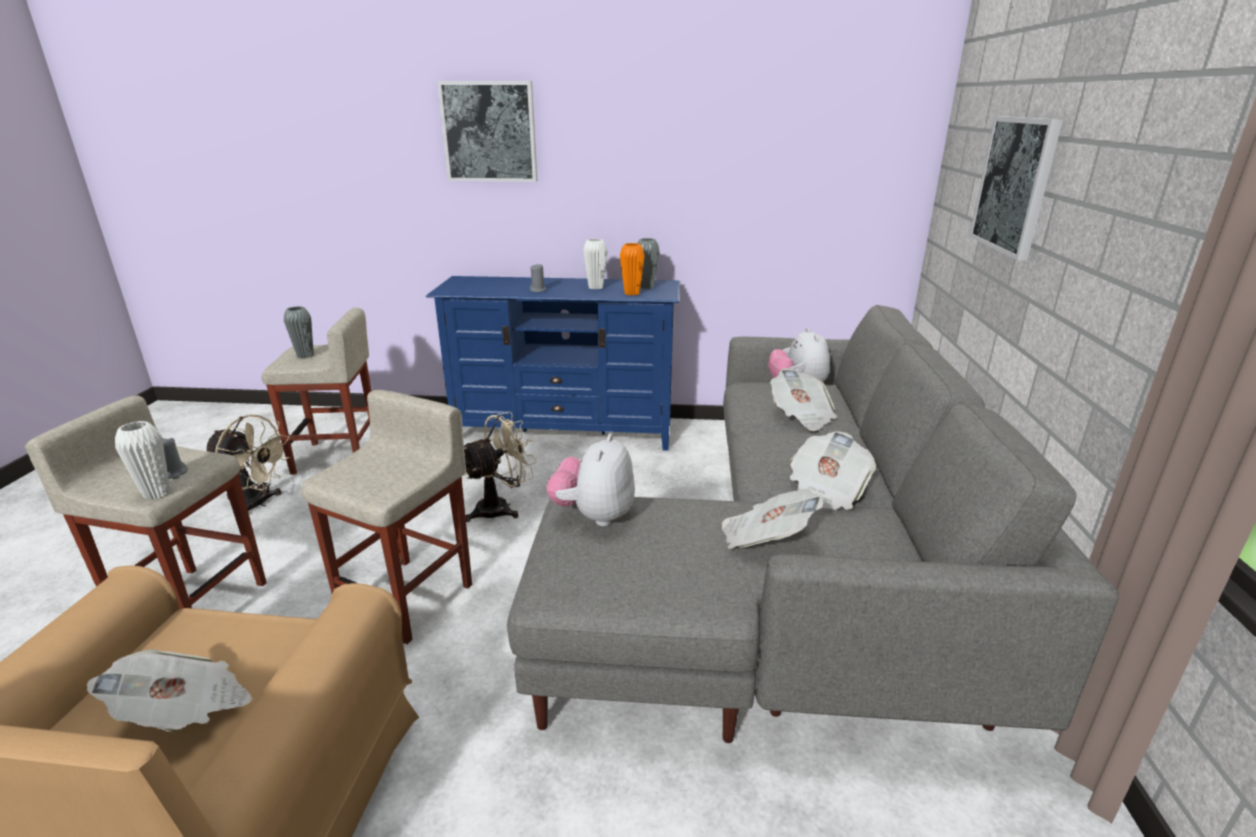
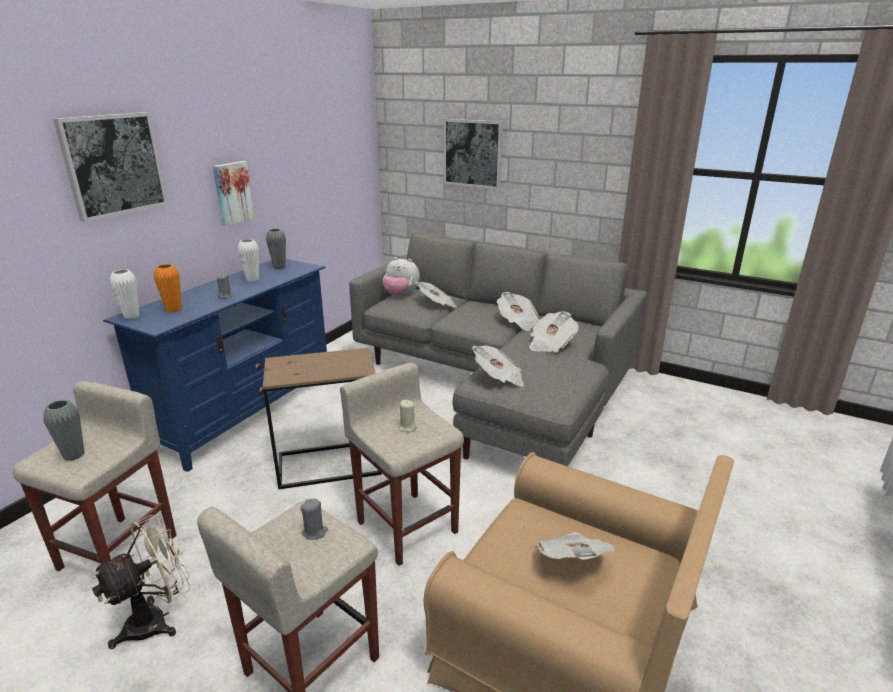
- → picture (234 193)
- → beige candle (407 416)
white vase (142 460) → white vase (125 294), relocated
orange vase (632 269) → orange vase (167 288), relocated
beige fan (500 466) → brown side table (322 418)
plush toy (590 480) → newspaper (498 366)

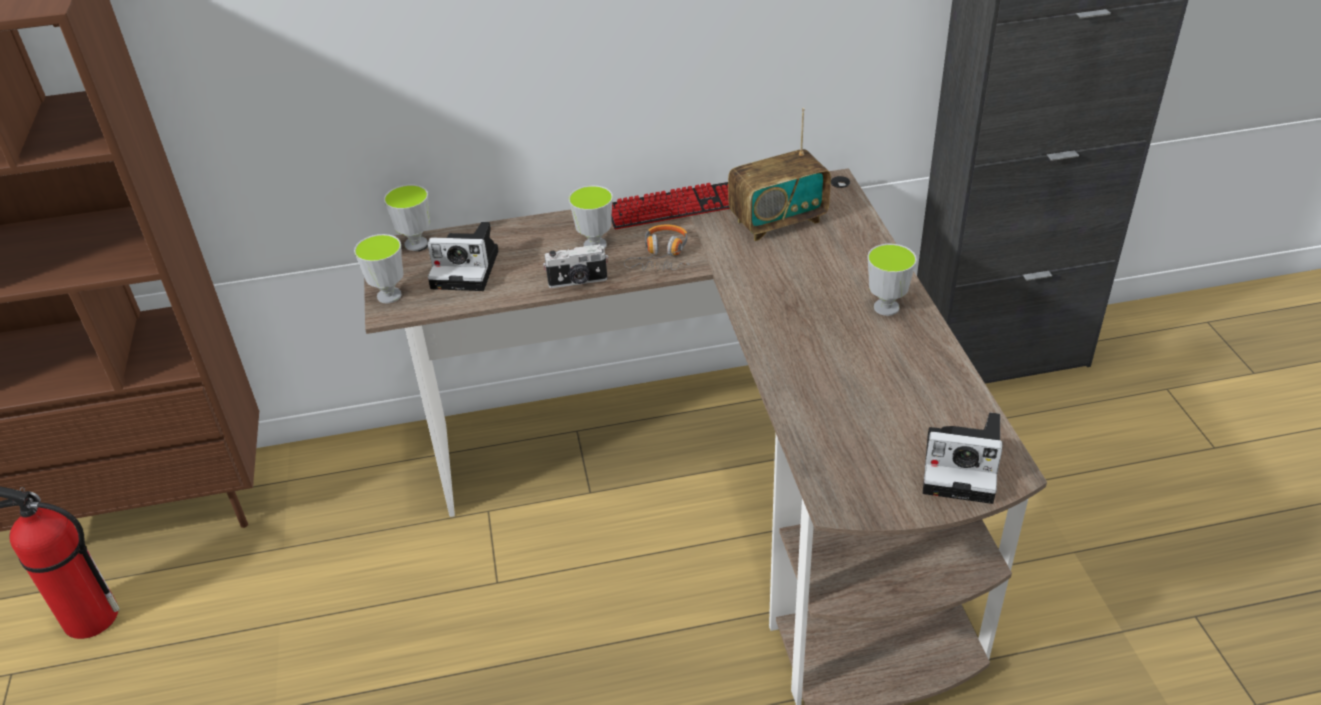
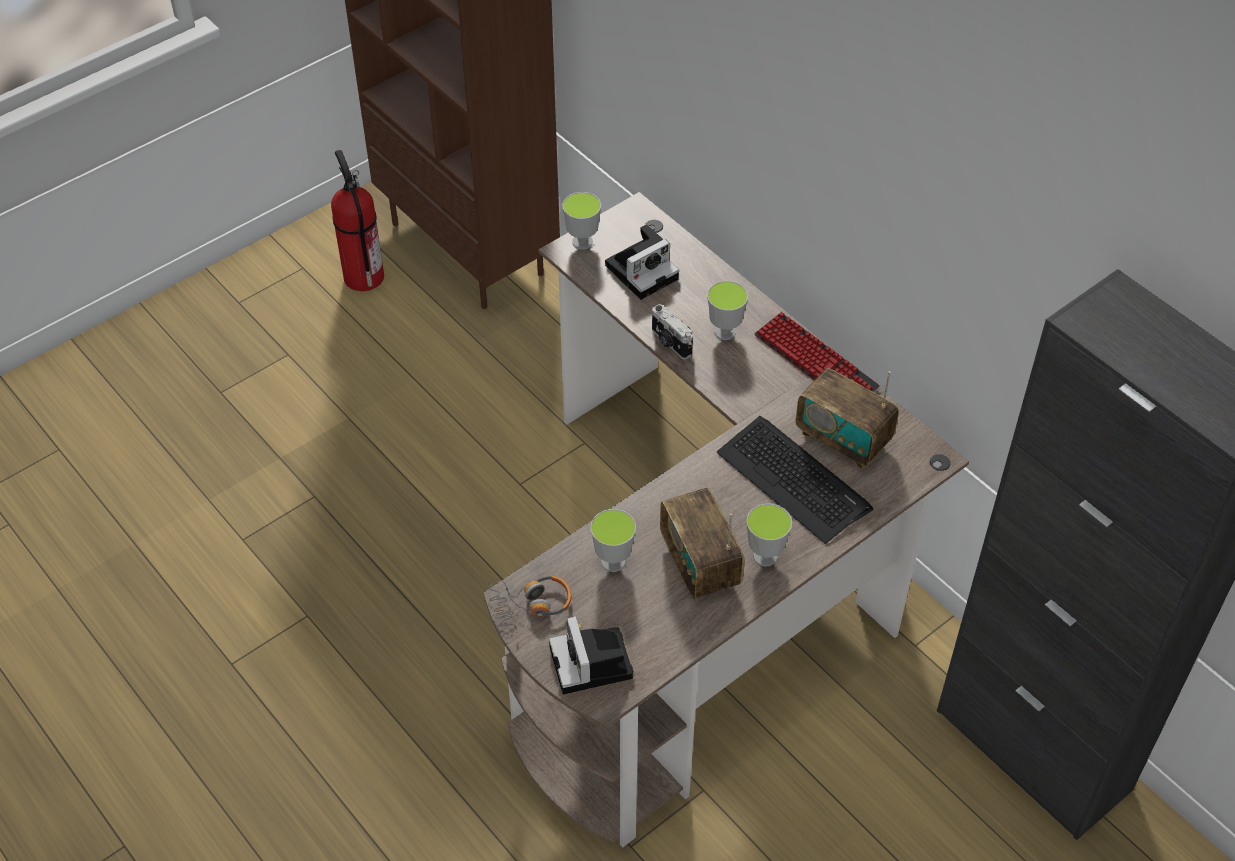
- → radio (702 544)
- → keyboard (795 480)
cup (407 218) → cup (613 540), relocated
headphones (657 248) → headphones (530 604), relocated
photo camera (463 256) → photo camera (642 262), 105 degrees counterclockwise

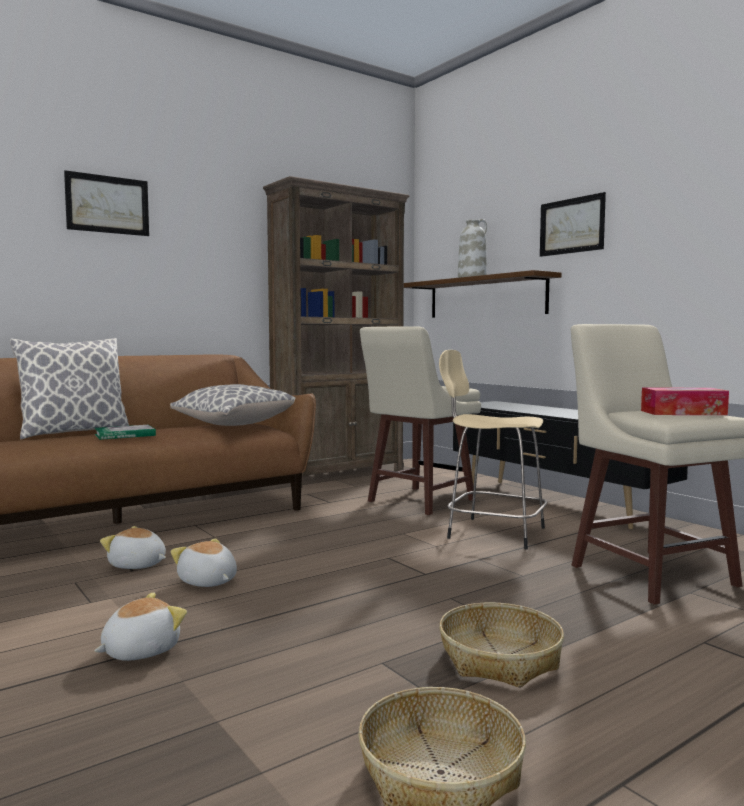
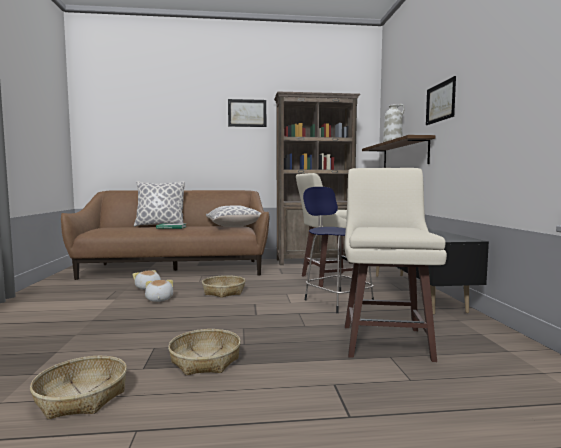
plush toy (140 626) → -
tissue box (685 401) → -
- → basket (223 286)
picture (106 203) → picture (247 113), relocated
beige stool (493 449) → blue stool (338 250)

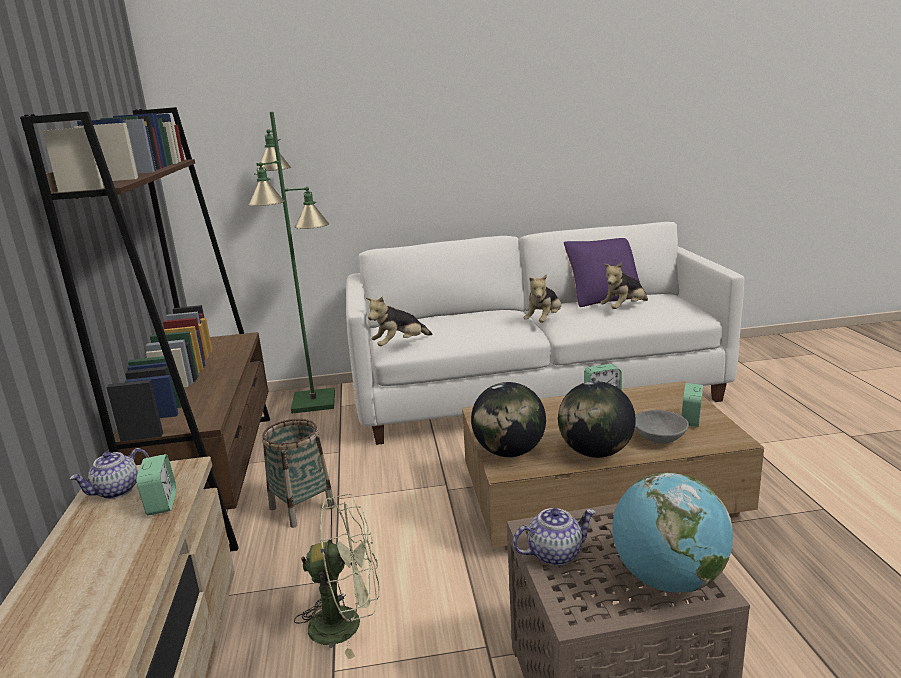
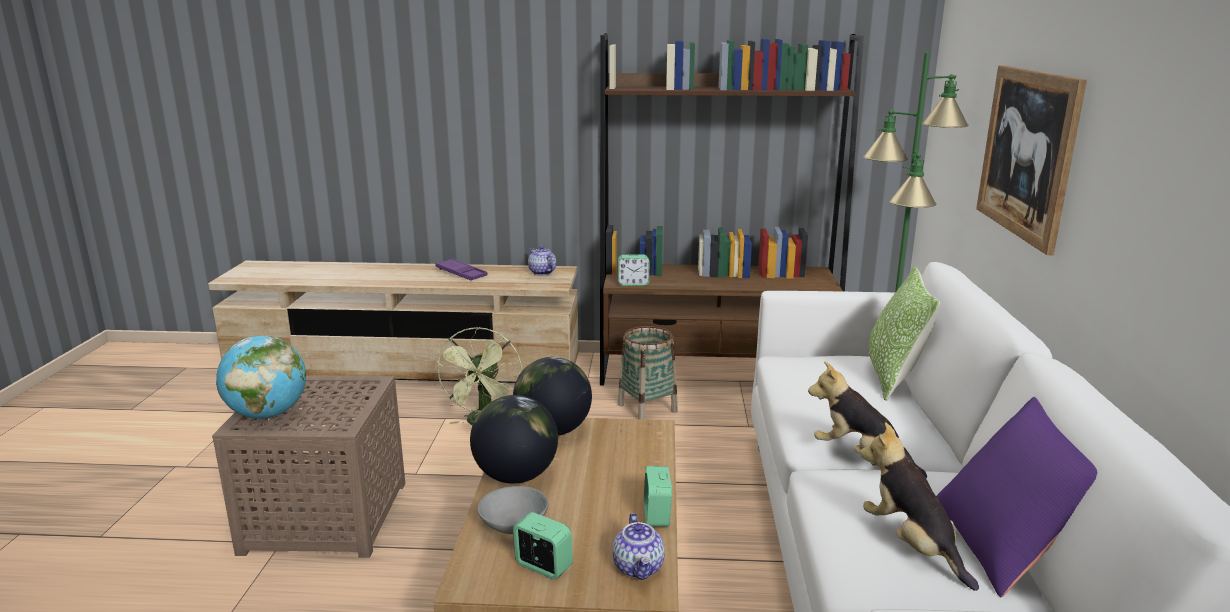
plush toy (399 321) → -
- → purple tray (461 269)
- → pillow (904 333)
- → picture (1031 160)
alarm clock (156 485) → alarm clock (634 270), relocated
teapot (554 537) → teapot (638 546), relocated

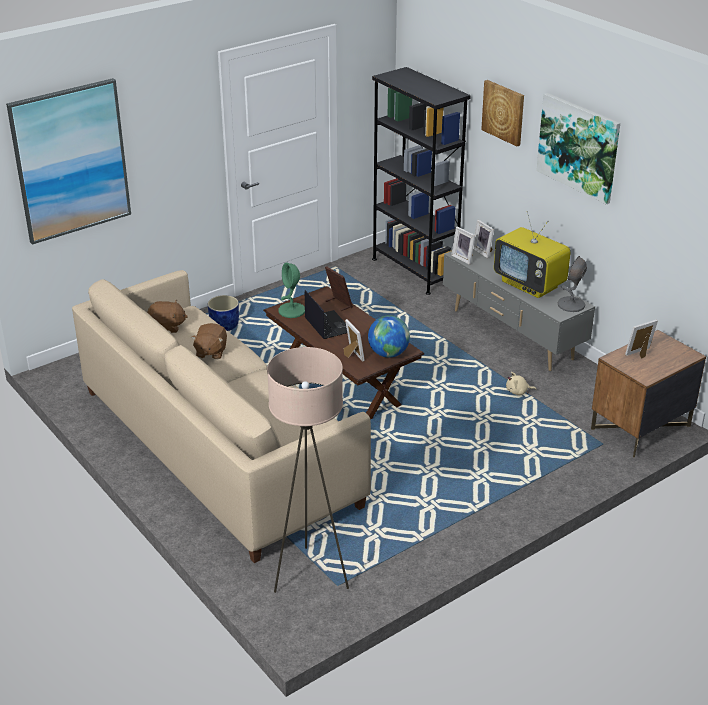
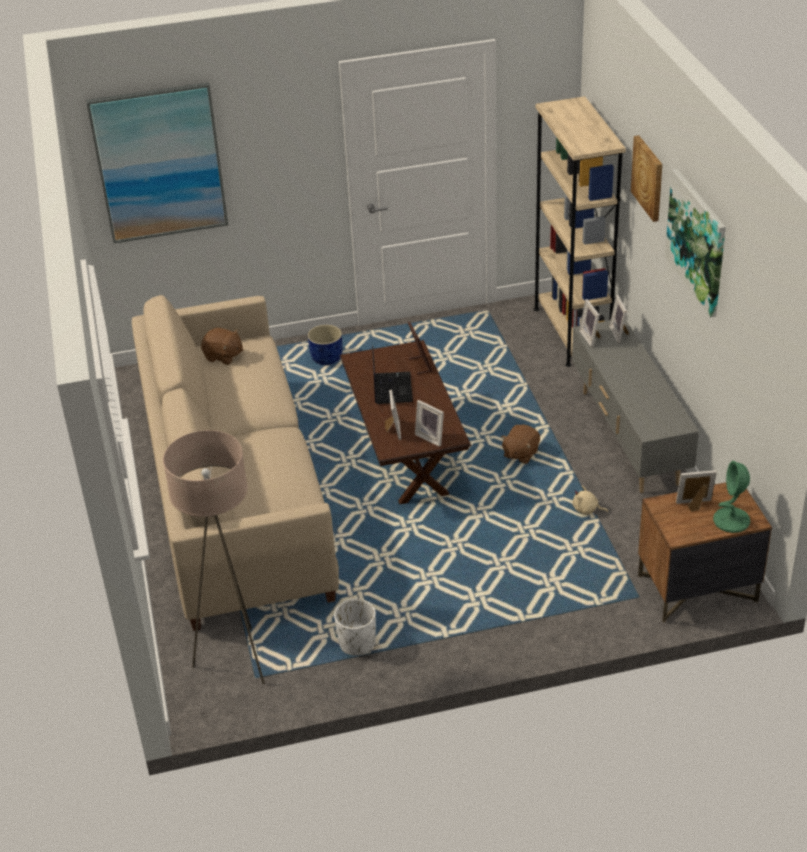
television (532 254) → -
grey table lamp (572 284) → -
- → white planter (355 627)
brown plush toy (209 341) → brown plush toy (520 444), relocated
green table lamp (291 290) → green table lamp (731 497), relocated
globe (389 336) → picture frame (429 423)
black bookcase (421 181) → beige bookcase (580 231)

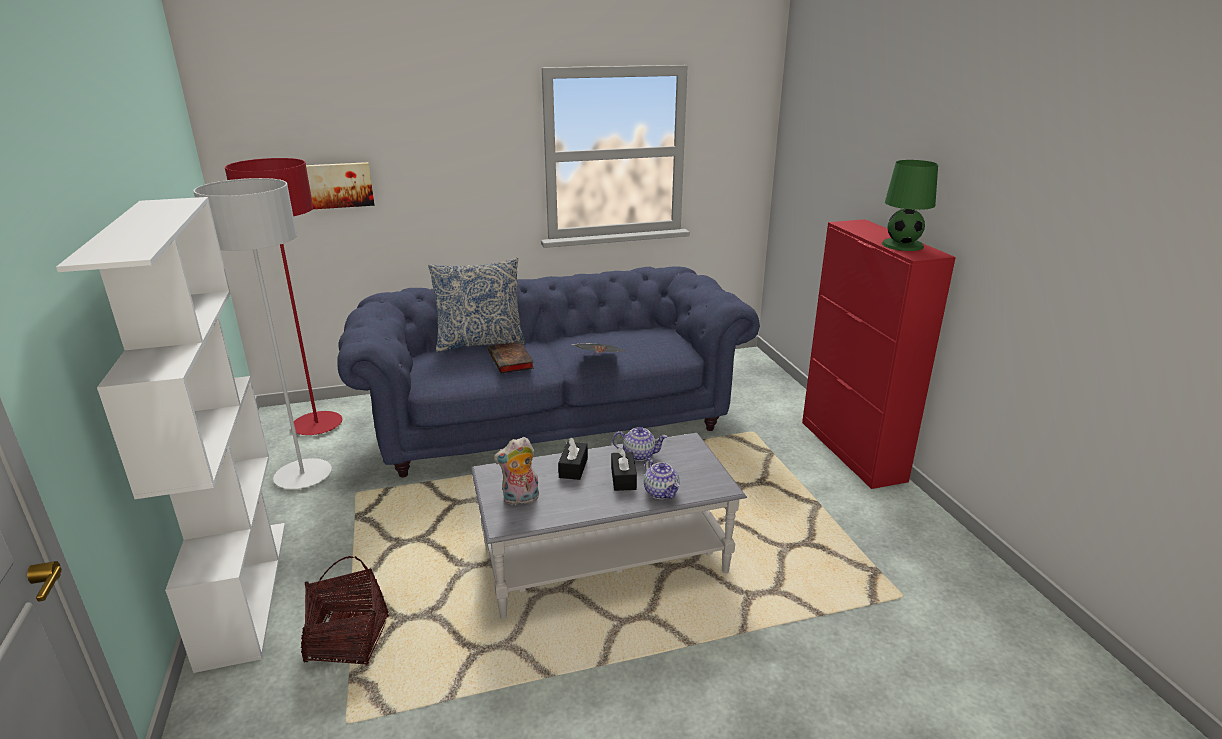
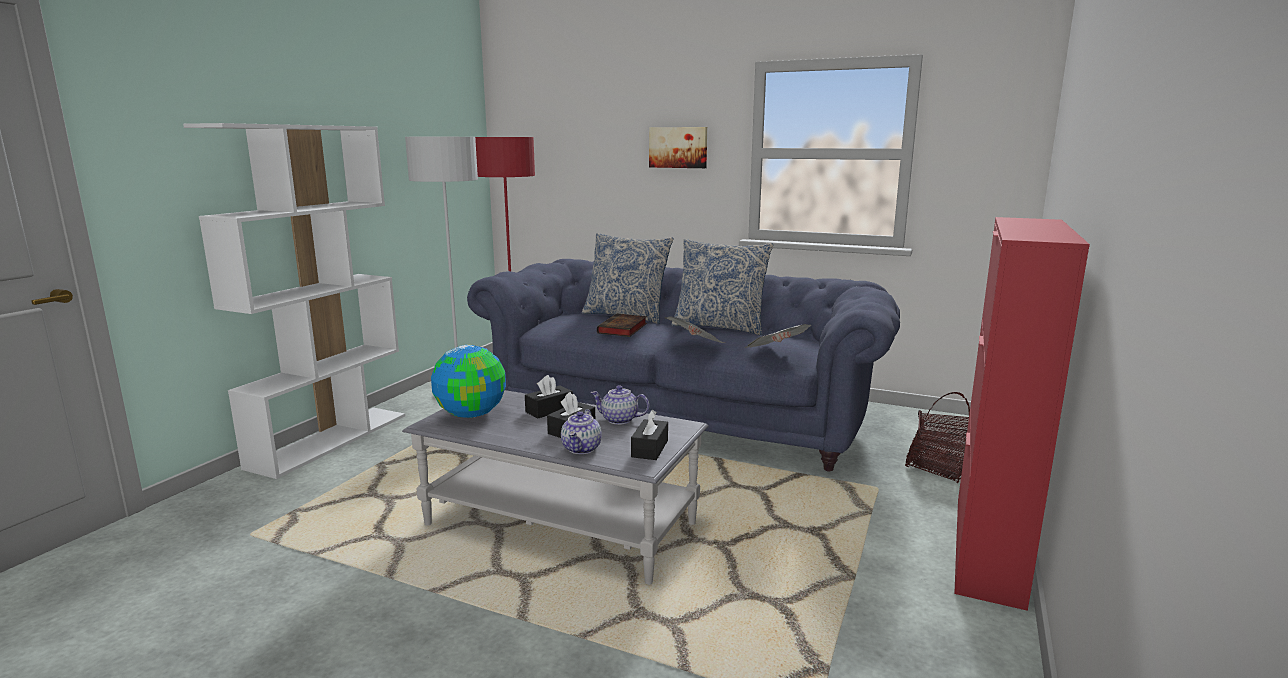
green table lamp (910 205) → -
- → black tissue box (649 435)
- → pillow (722 287)
- → newspaper (778 336)
basket (345 611) → basket (937 437), relocated
picture (340 185) → picture (678 147), relocated
plush toy (516 471) → globe (468 381)
teapot (639 444) → teapot (619 405), 150 degrees clockwise

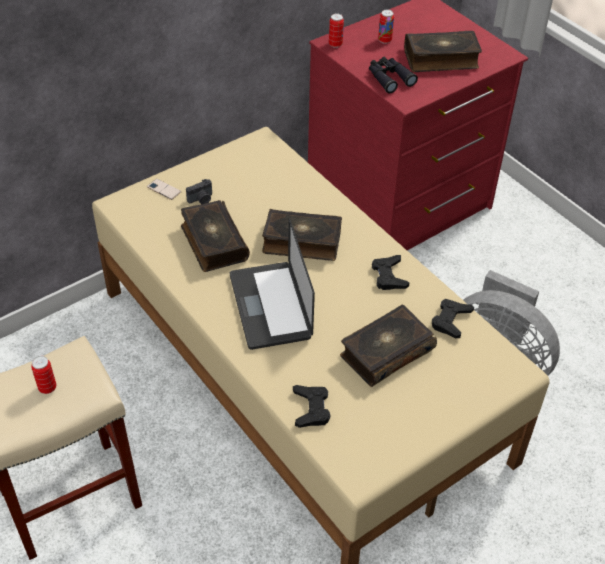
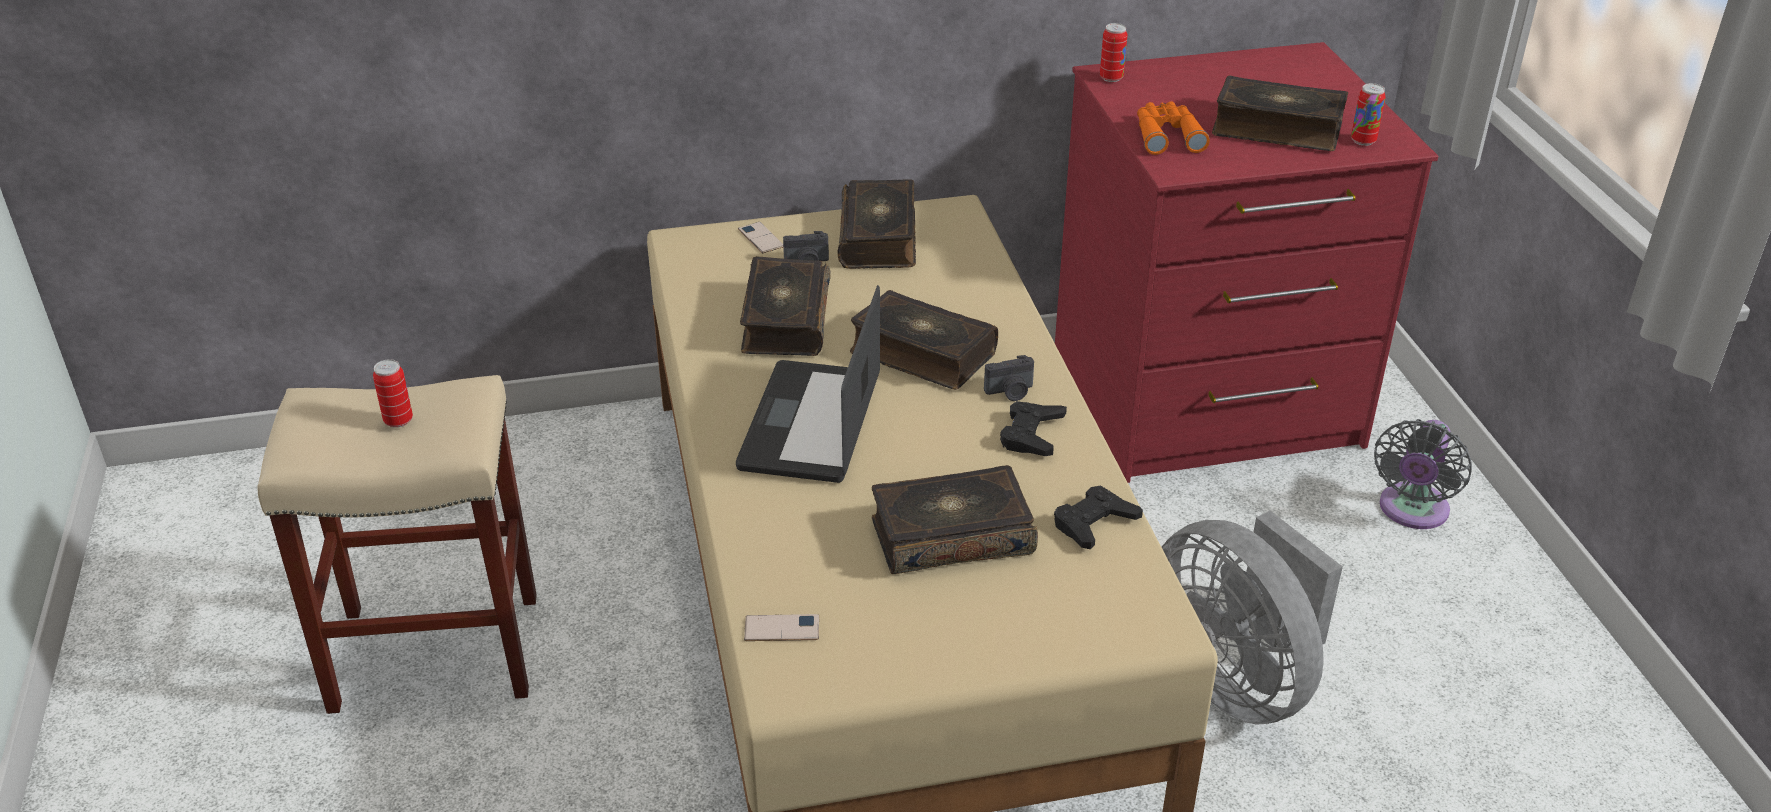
black game controller (312 406) → -
- → phone (781 627)
- → book (877 224)
- → photo camera (1009 378)
- → grey fan (1423 474)
can (386 26) → can (1368 114), relocated
black binoculars (393 75) → orange binoculars (1173 128)

